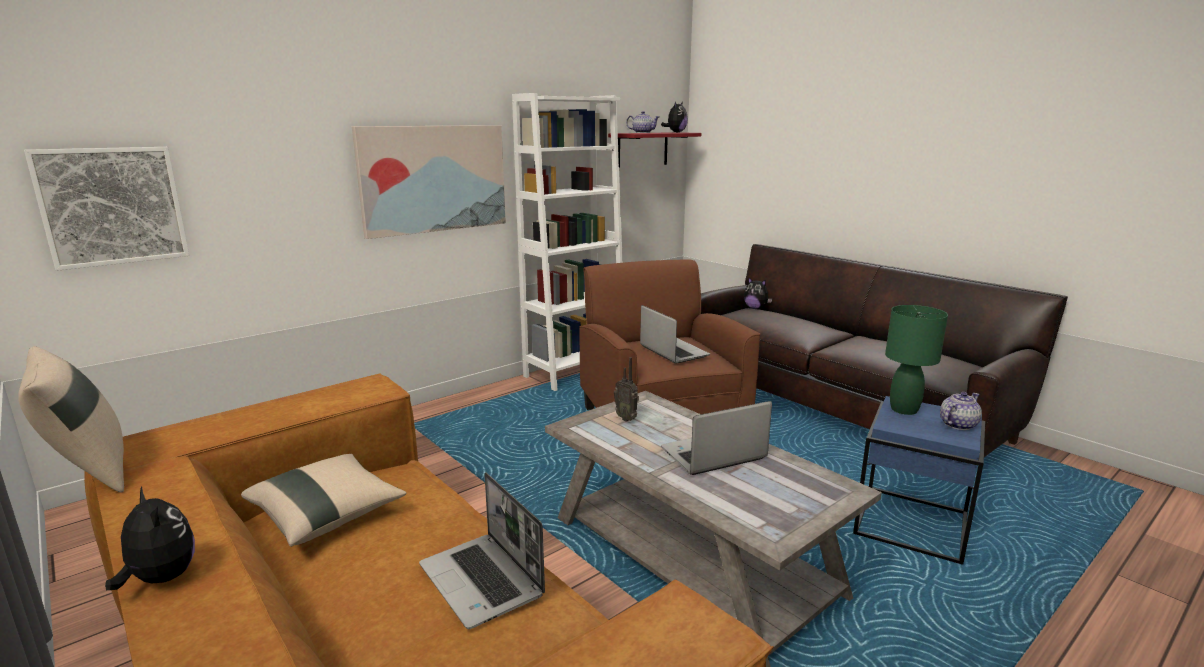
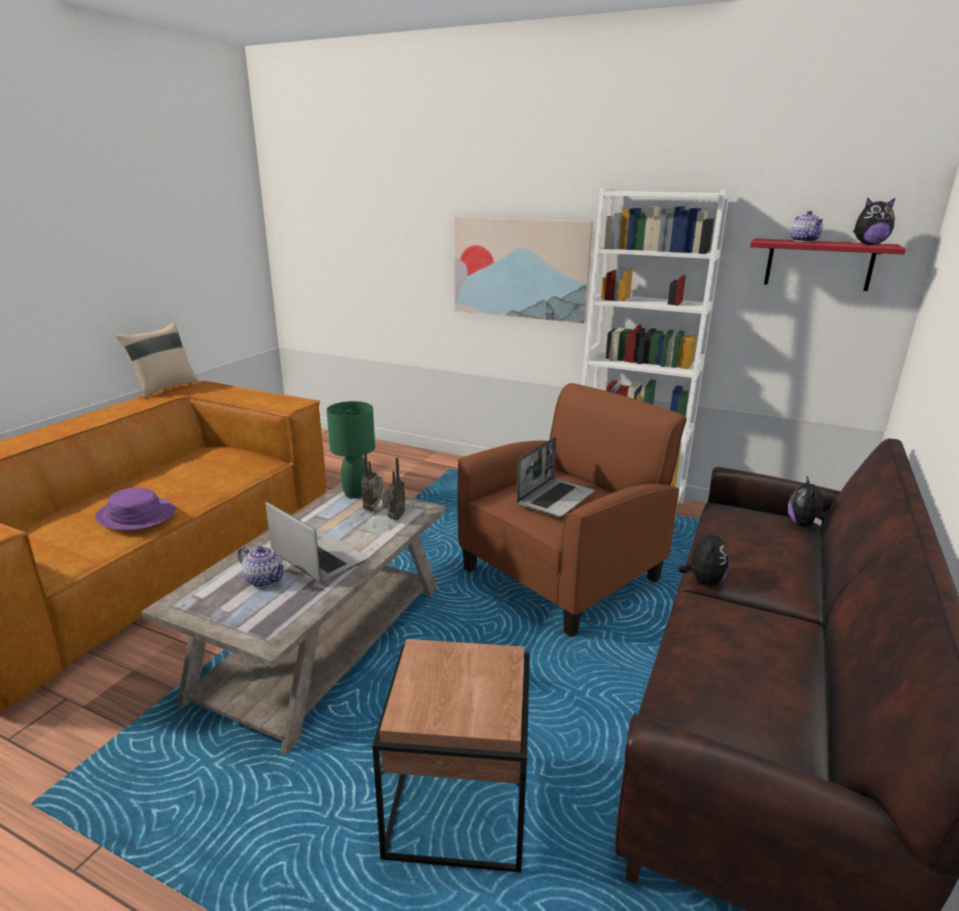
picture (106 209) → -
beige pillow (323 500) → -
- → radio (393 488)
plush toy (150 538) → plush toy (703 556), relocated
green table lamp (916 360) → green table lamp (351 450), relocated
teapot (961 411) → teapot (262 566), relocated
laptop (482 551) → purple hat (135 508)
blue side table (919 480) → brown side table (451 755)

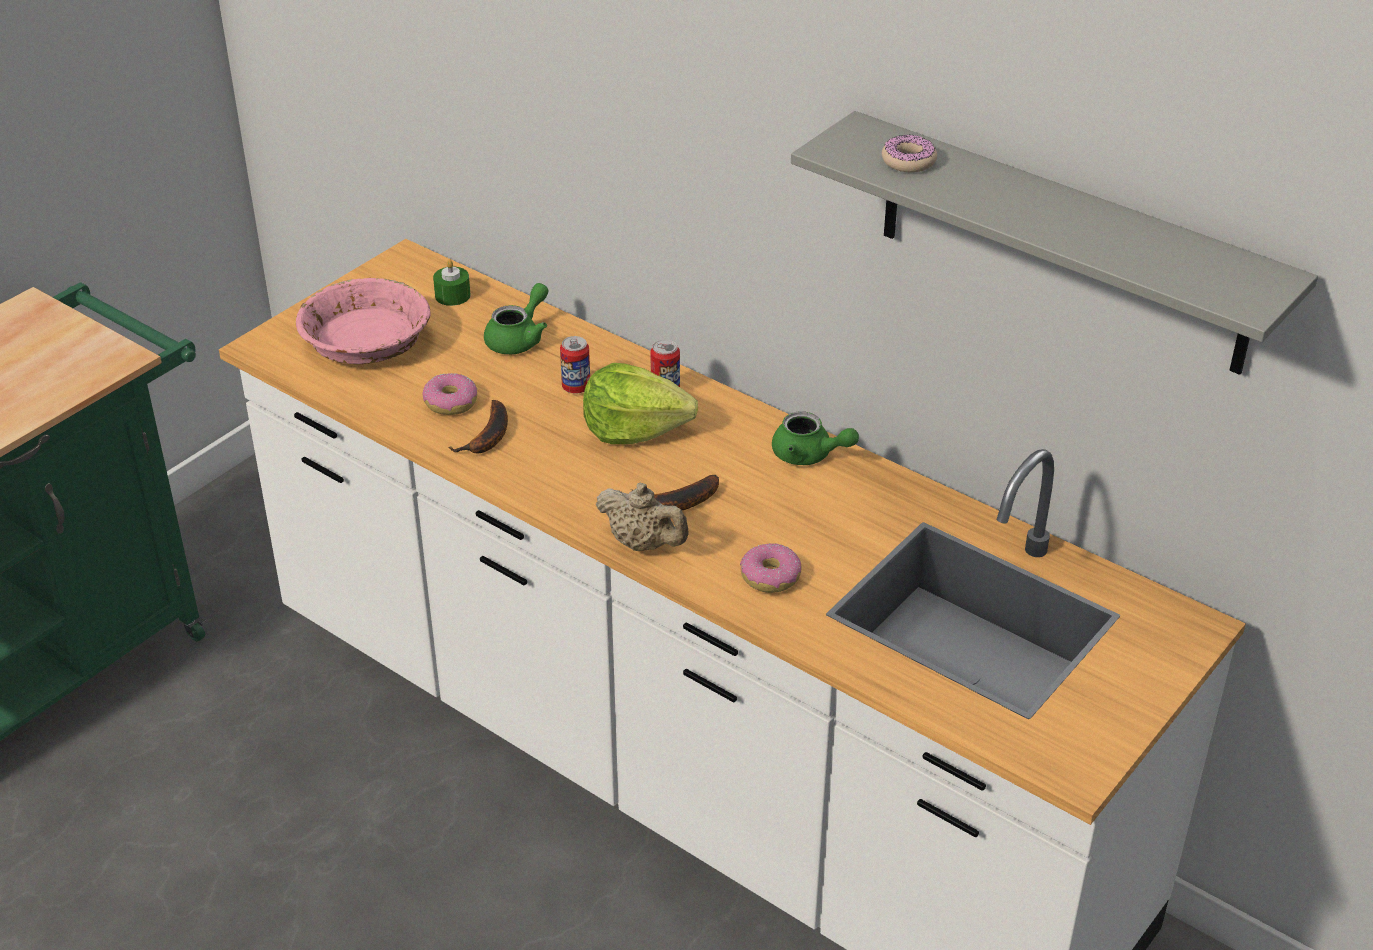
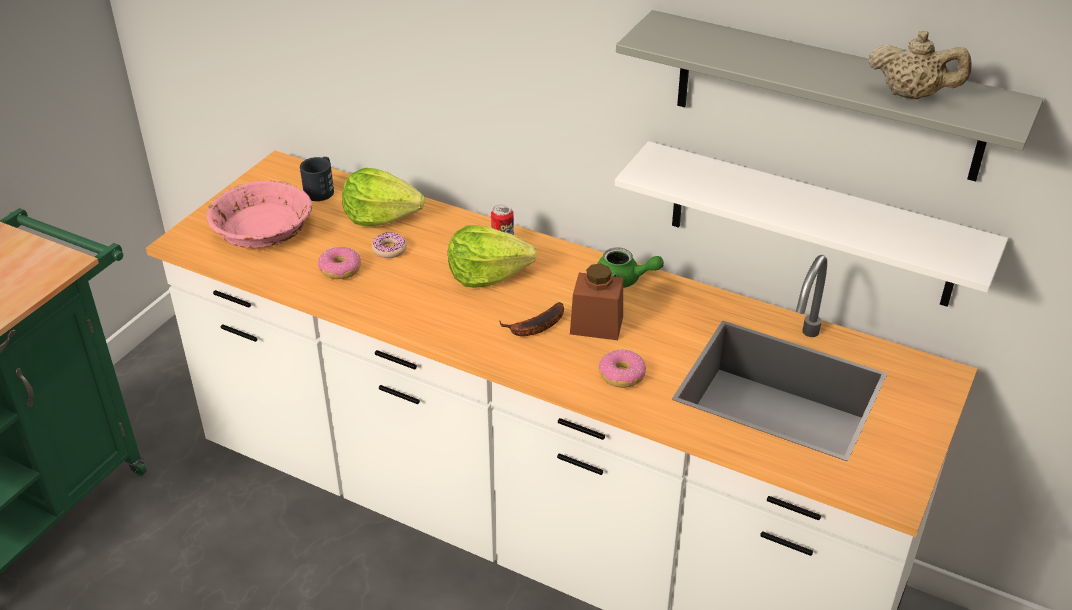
banana (478 426) → -
can (575 365) → -
- → brown jar (596 302)
- → white shelf (811 224)
beige teapot (642 517) → beige teapot (920 65), relocated
donut (909 153) → donut (389 245), relocated
green candle (452 282) → black mug (317 179)
green teapot (516 319) → lettuce (383 197)

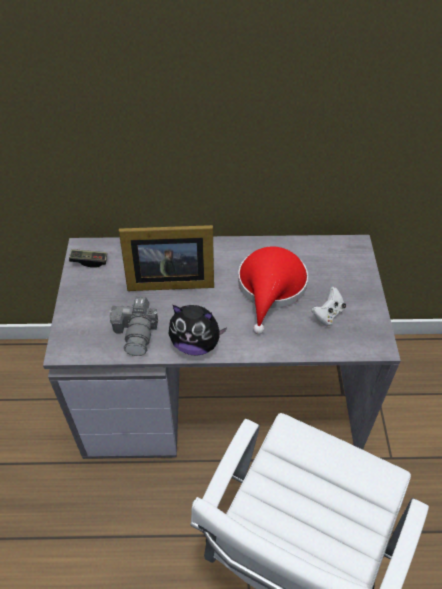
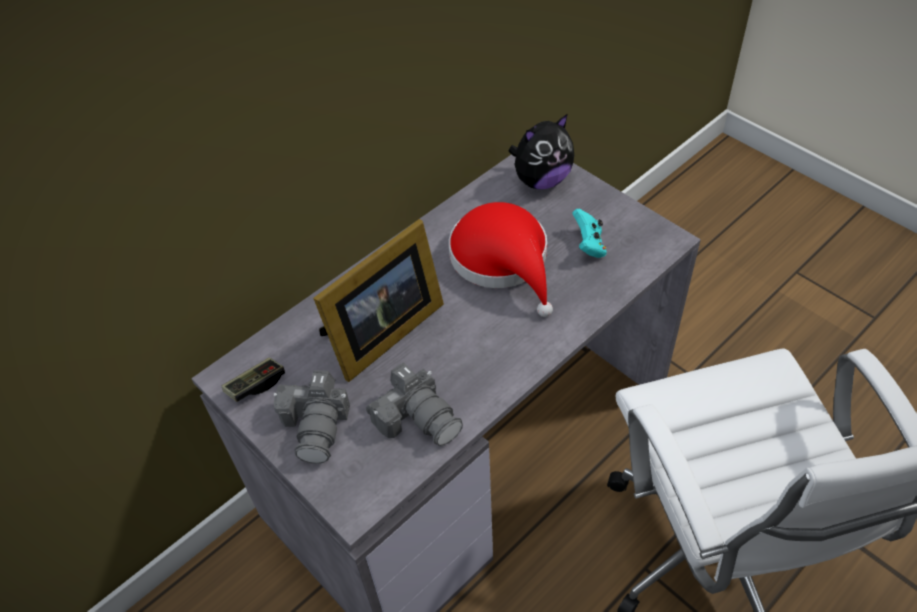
- → photo camera (311 416)
plush toy (198 330) → plush toy (541 151), relocated
white game controller (328 307) → turquoise game controller (589 233)

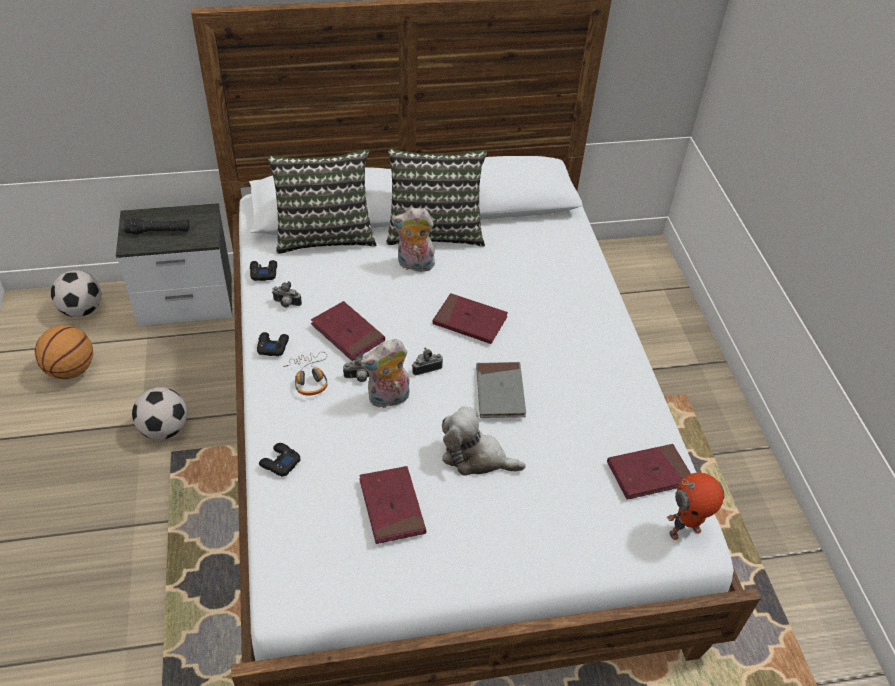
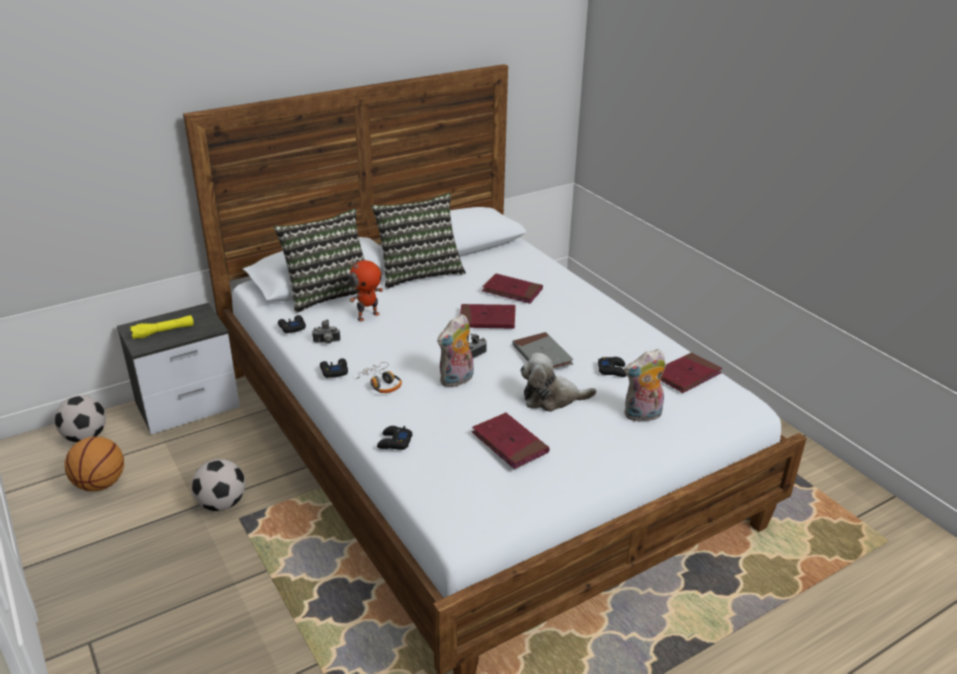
photo camera (356 368) → -
- → black game controller (612 367)
red book (348 331) → red book (512 289), relocated
plush toy (413 240) → plush toy (645 385), relocated
toy robot (696 506) → toy robot (365 291), relocated
black flashlight (156 226) → yellow flashlight (162 327)

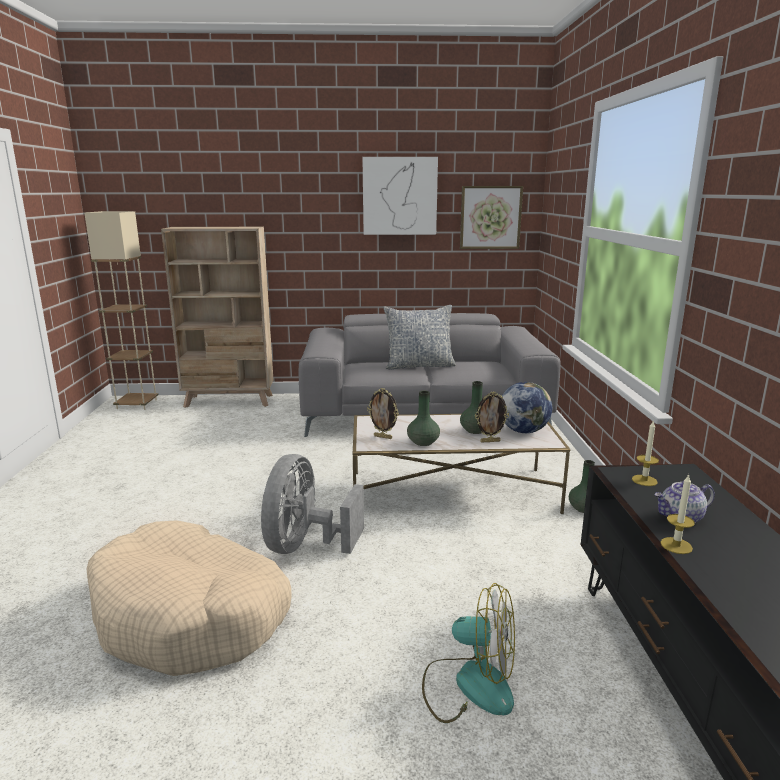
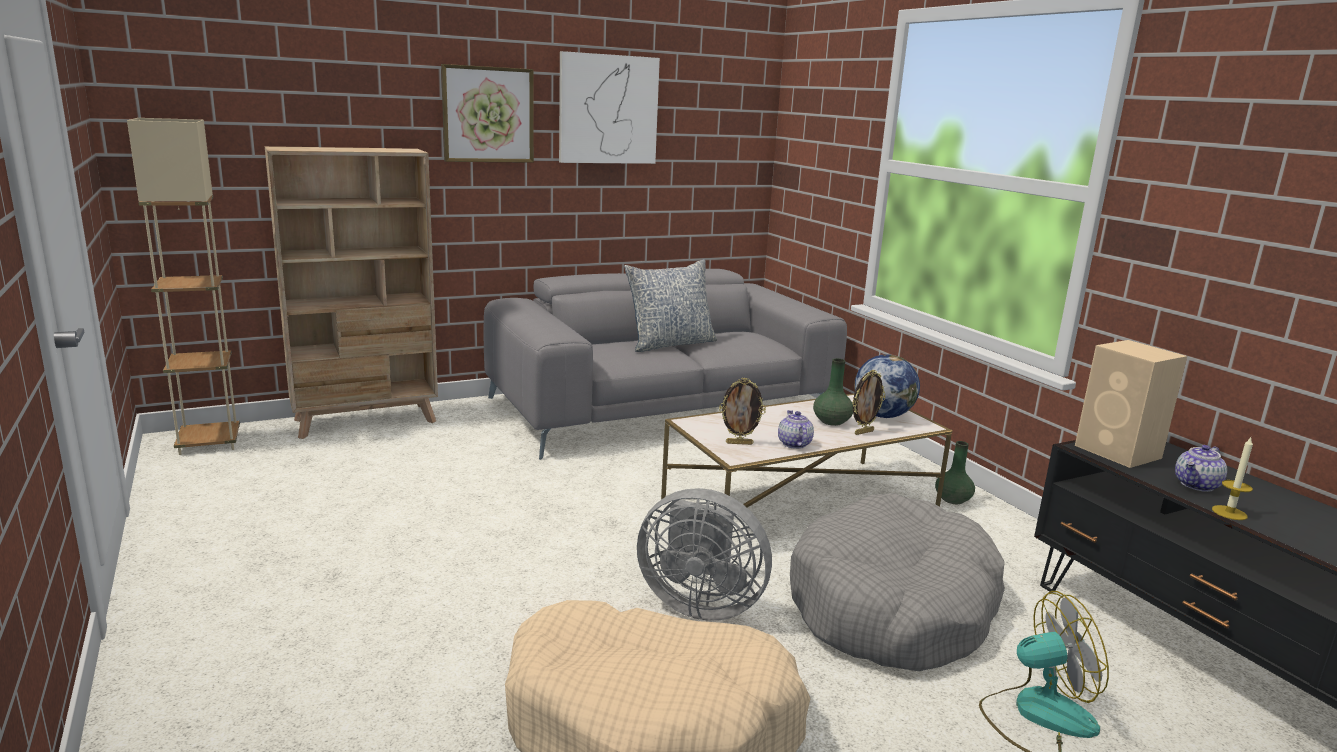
- → grey dog bed (897 582)
picture (491 217) → picture (487 113), relocated
green vase (423 418) → teapot (796 429)
candle (645 453) → beige speaker (1131 404)
grey fan (312 504) → grey fan (704 554), 60 degrees counterclockwise

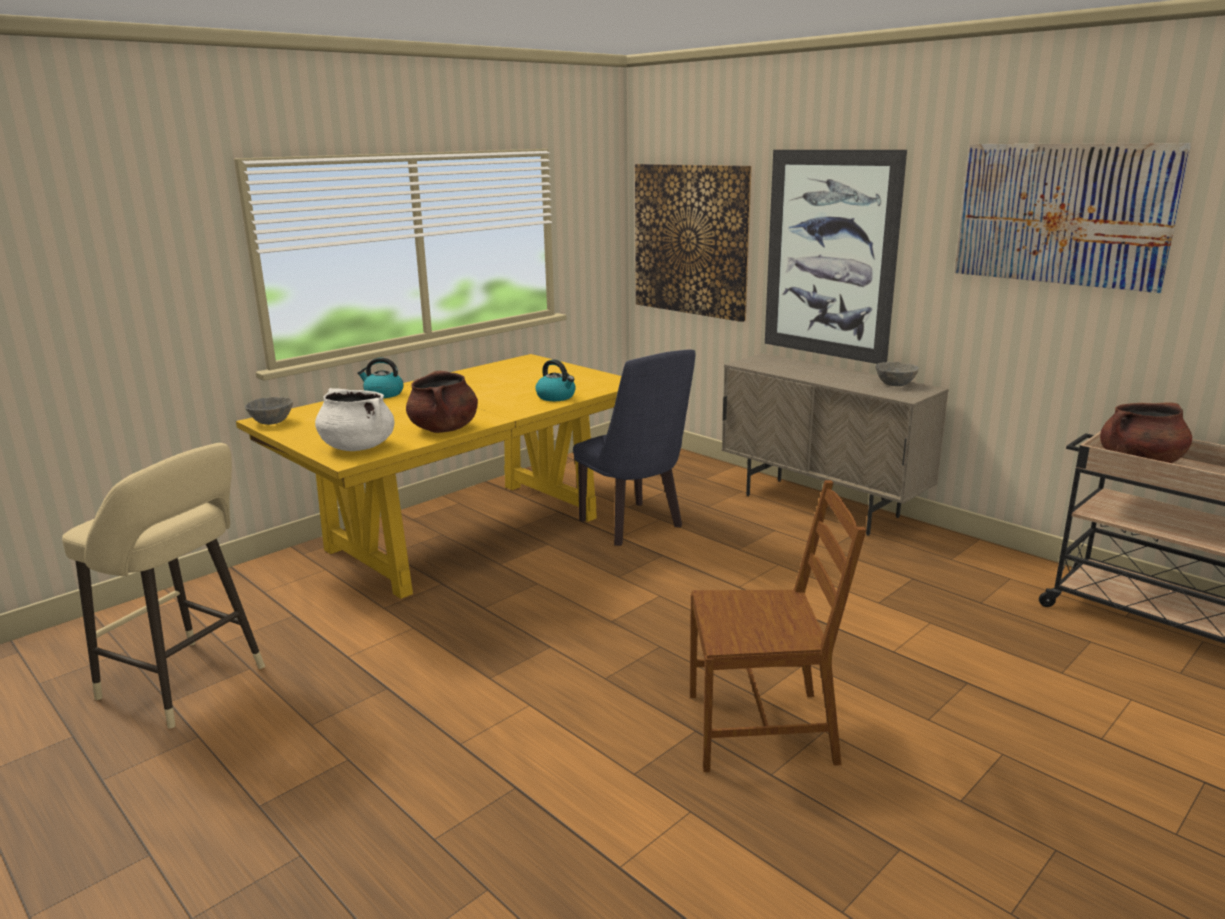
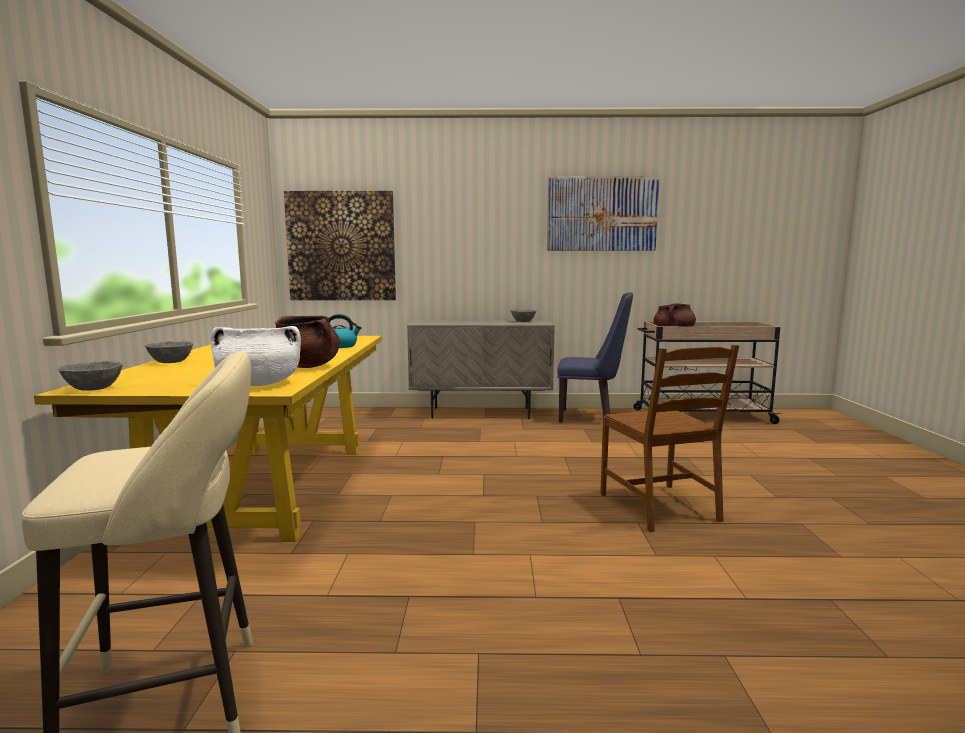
picture (836 257) → -
blue chair (634 447) → blue chair (595 357), relocated
kettle (380 378) → grey bowl (169 352)
brown chair (778 626) → brown chair (669 438), 120 degrees clockwise

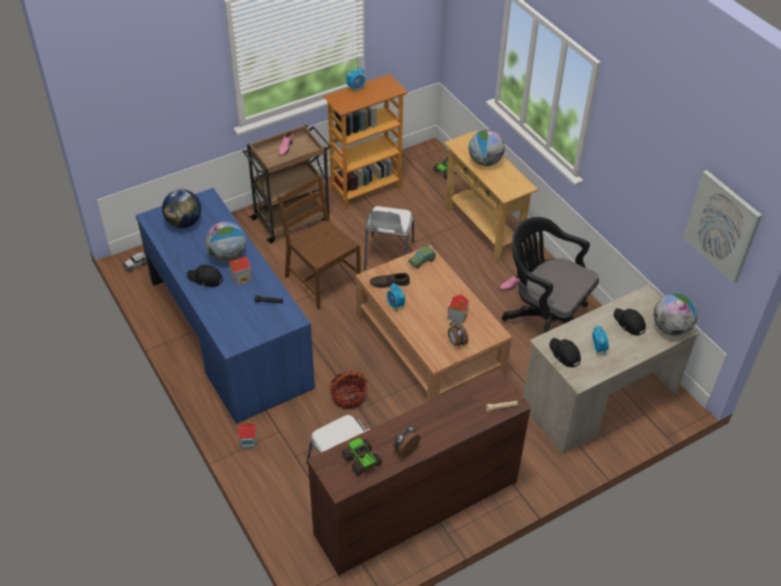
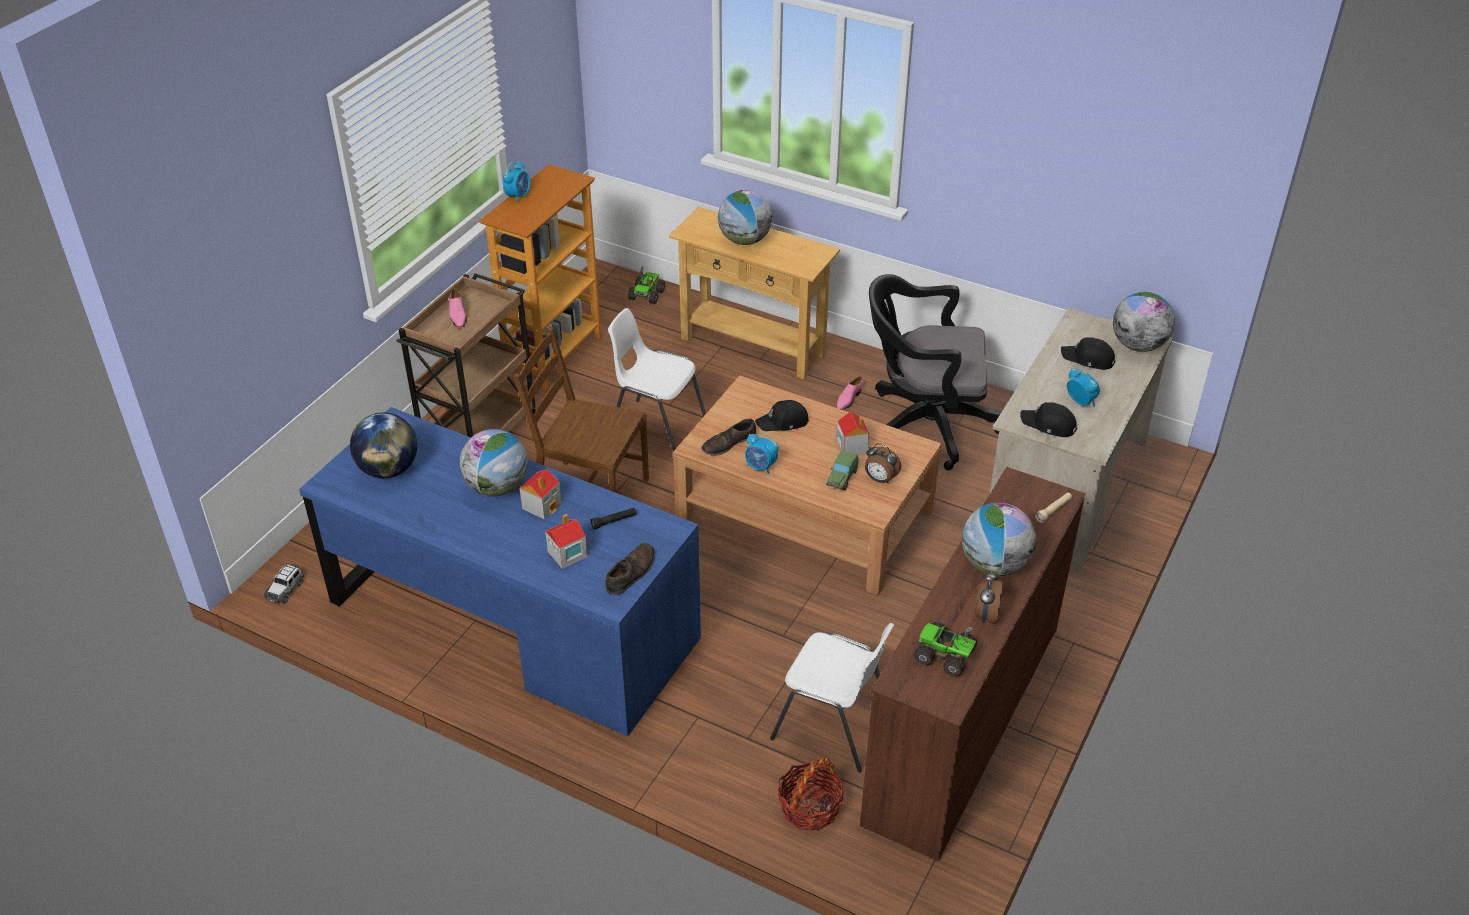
picture (722 226) → -
- → brown shoe (630 569)
- → globe (999 539)
black cap (205 276) → black cap (781 415), relocated
toy house (248 435) → toy house (566 541), relocated
basket (348 390) → basket (811 793), relocated
toy car (422 257) → toy car (842 470), relocated
white chair (389 238) → white chair (657 379), 135 degrees clockwise

